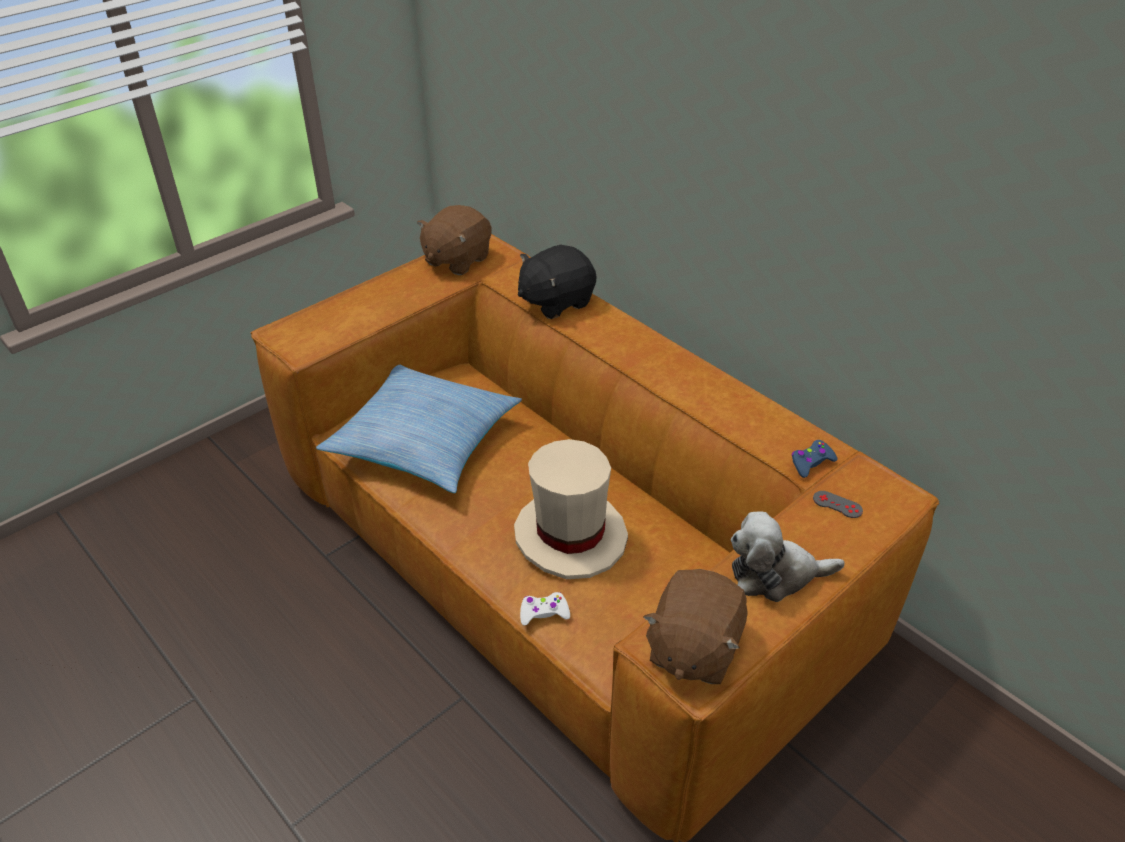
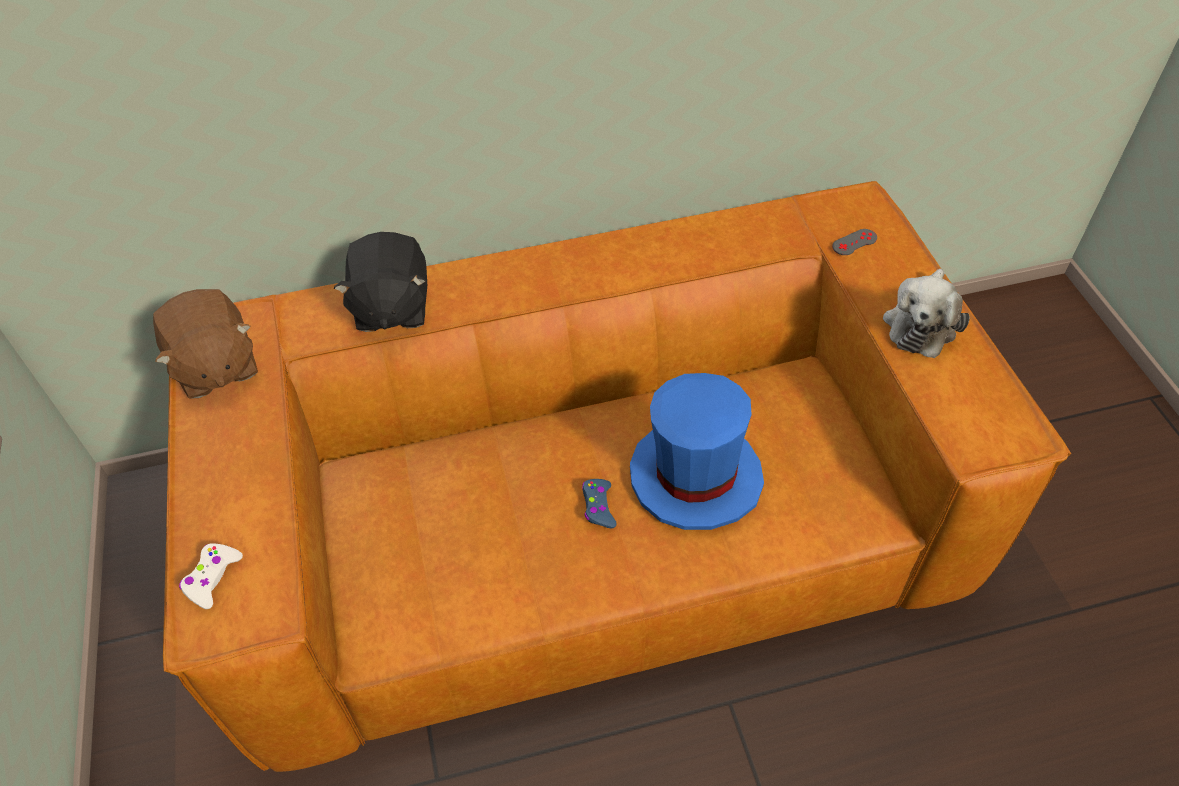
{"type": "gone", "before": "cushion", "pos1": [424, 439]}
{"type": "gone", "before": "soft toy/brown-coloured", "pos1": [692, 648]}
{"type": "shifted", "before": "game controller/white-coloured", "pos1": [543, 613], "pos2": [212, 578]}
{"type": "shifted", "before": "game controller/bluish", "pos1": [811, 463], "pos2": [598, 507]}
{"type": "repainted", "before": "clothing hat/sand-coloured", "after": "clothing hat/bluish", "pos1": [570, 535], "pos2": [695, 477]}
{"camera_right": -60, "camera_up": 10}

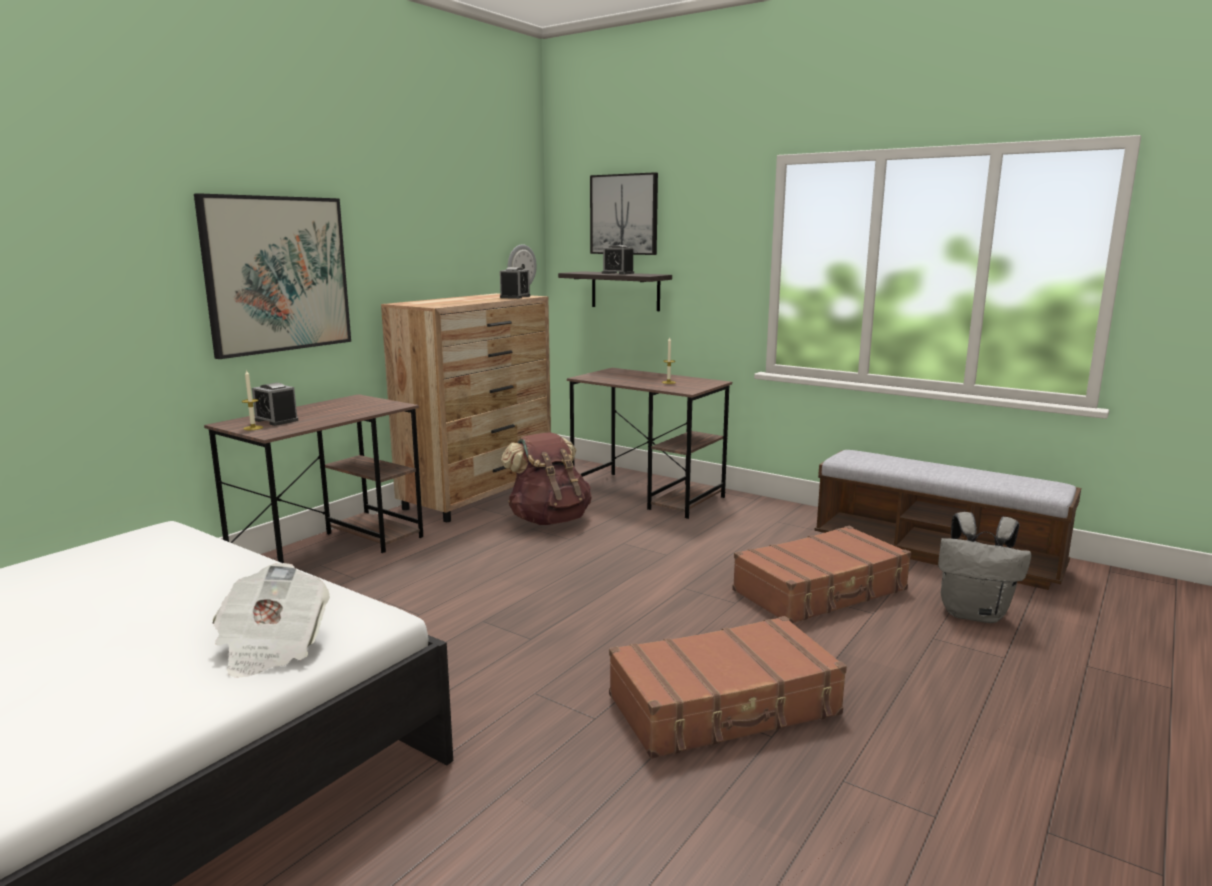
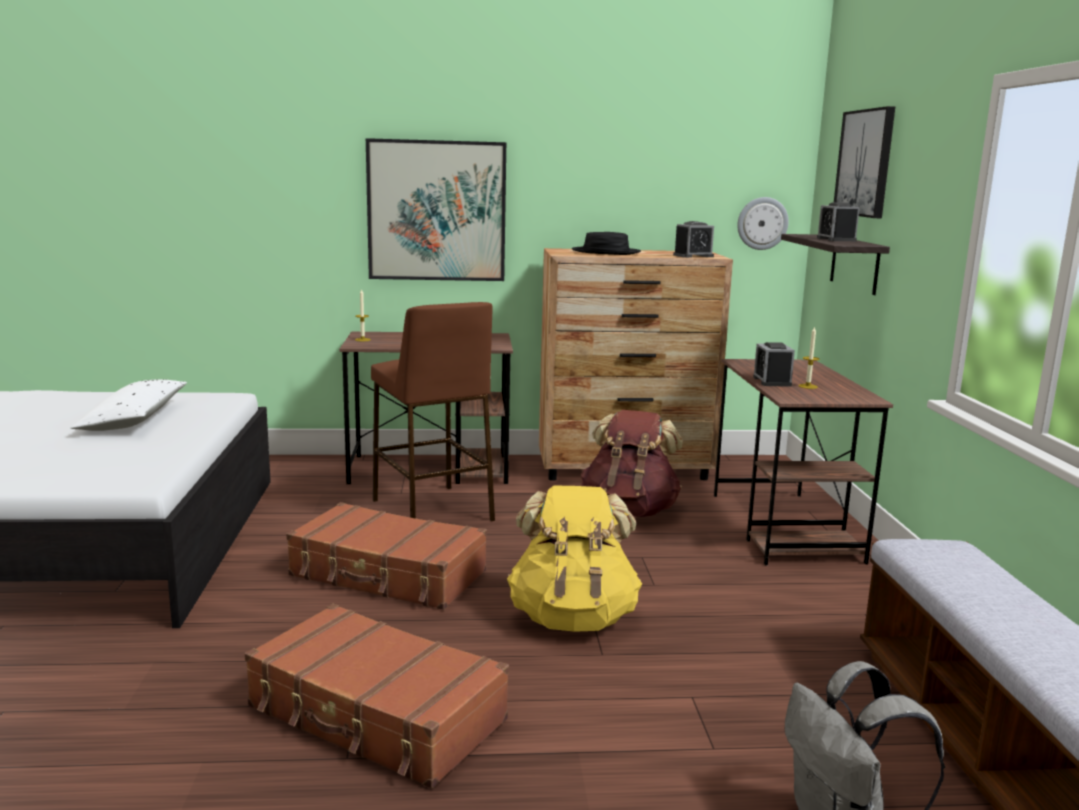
{"type": "gone", "before": "daily paper", "pos1": [272, 647]}
{"type": "new", "after": "cushion/white-coloured", "pos2": [134, 419]}
{"type": "new", "after": "stool seat/brown-coloured", "pos2": [432, 510]}
{"type": "new", "after": "knapsack/yellow-coloured", "pos2": [573, 617]}
{"type": "new", "after": "clothing hat/black", "pos2": [606, 252]}
{"type": "shifted", "before": "bedside clock", "pos1": [276, 420], "pos2": [772, 381]}
{"type": "shifted", "before": "piece of luggage/brown-coloured", "pos1": [821, 591], "pos2": [388, 574]}
{"camera_right": 50, "camera_up": 0}

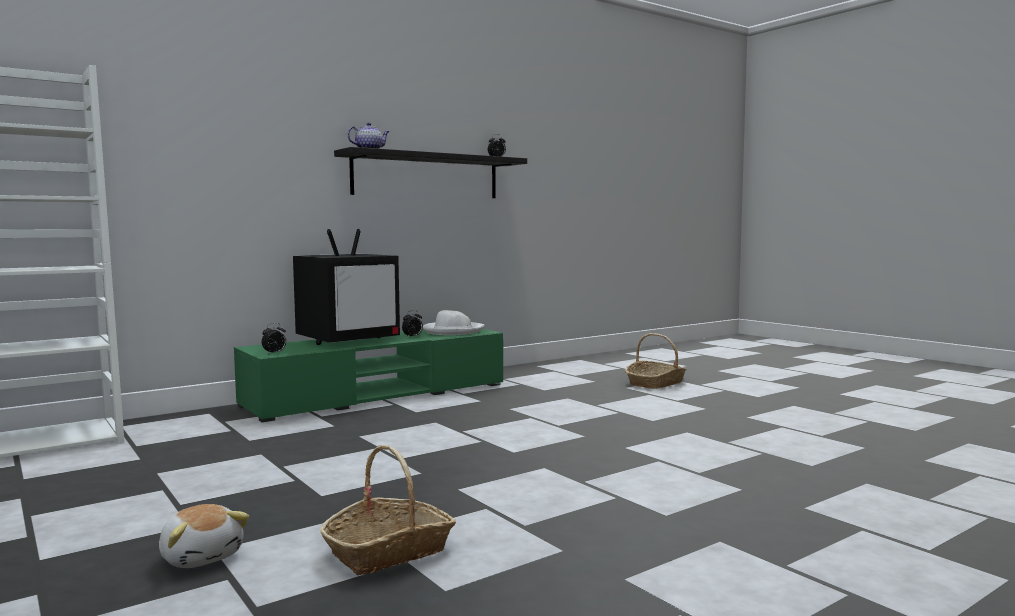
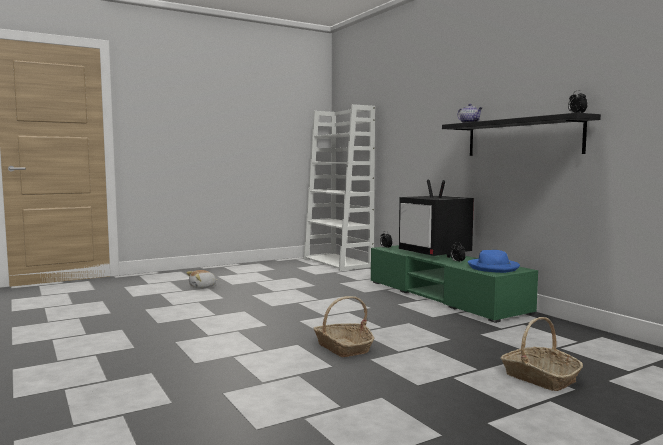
{"type": "shifted", "before": "basket", "pos1": [389, 551], "pos2": [343, 347]}
{"type": "repainted", "before": "clothing hat/white-coloured", "after": "clothing hat/bluish", "pos1": [452, 331], "pos2": [493, 268]}
{"camera_right": 95, "camera_up": 0}

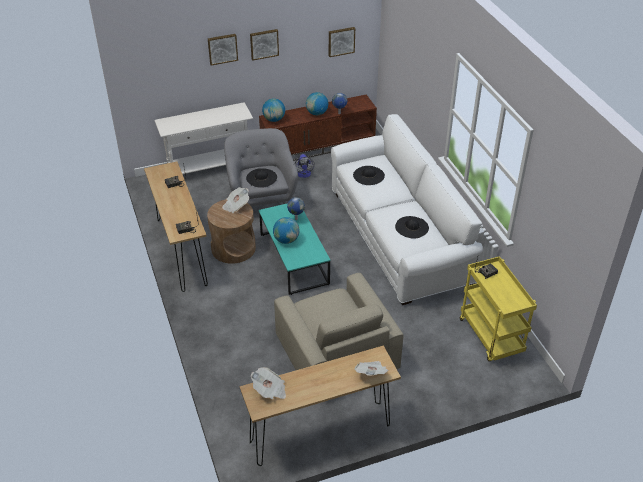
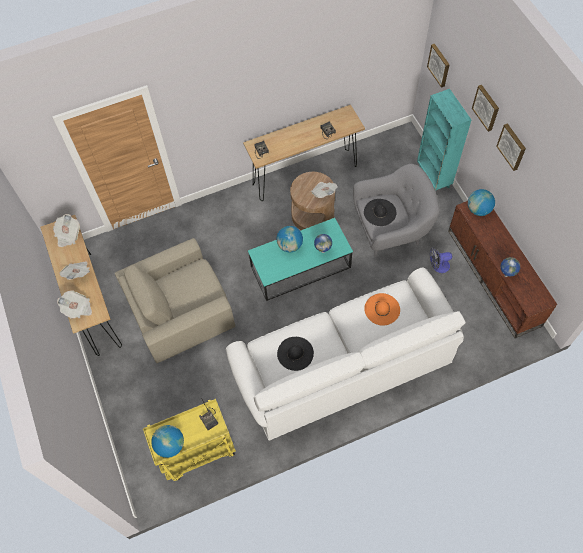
{"type": "new", "after": "daily paper", "pos2": [78, 273]}
{"type": "shifted", "before": "desk globe", "pos1": [317, 113], "pos2": [170, 445]}
{"type": "shifted", "before": "wall art", "pos1": [341, 41], "pos2": [439, 65]}
{"type": "swapped", "before": "console table/white-coloured", "after": "bookcase/turquoise", "pos1": [209, 169], "pos2": [433, 179]}
{"type": "repainted", "before": "clothing hat/black", "after": "clothing hat/orange", "pos1": [368, 175], "pos2": [382, 309]}
{"camera_right": 90, "camera_up": 20}

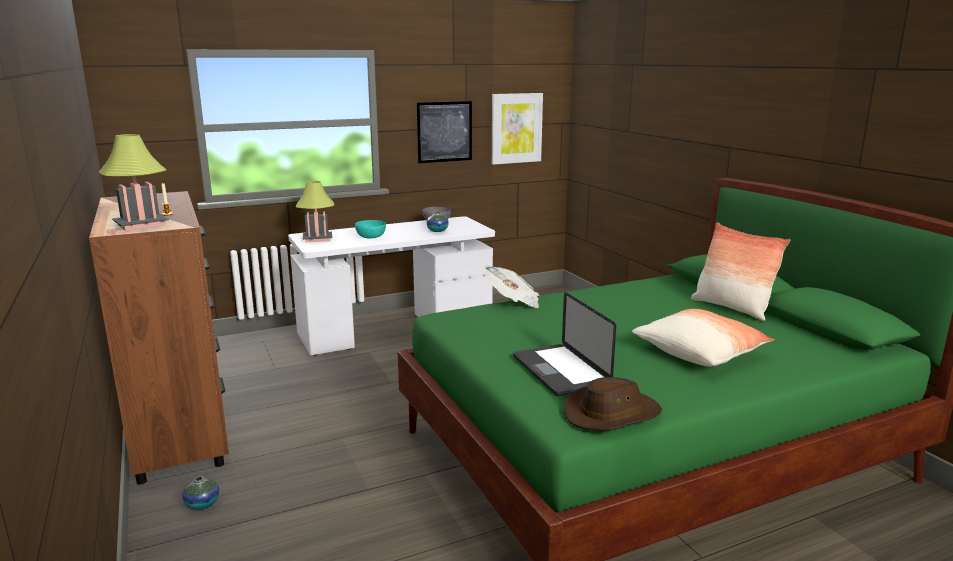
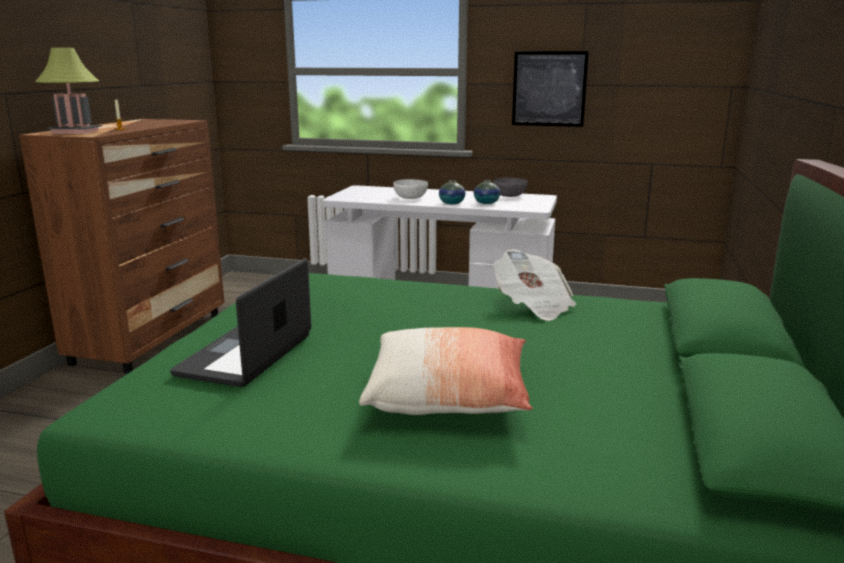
{"type": "gone", "before": "table lamp", "pos1": [317, 239]}
{"type": "gone", "before": "wall art", "pos1": [516, 128]}
{"type": "gone", "before": "clothing hat/brown-coloured", "pos1": [611, 413]}
{"type": "gone", "before": "cushion", "pos1": [731, 308]}
{"type": "shifted", "before": "vase", "pos1": [202, 504], "pos2": [451, 203]}
{"type": "shifted", "before": "daily paper", "pos1": [513, 301], "pos2": [533, 306]}
{"type": "repainted", "before": "serving bowl/turquoise", "after": "serving bowl/white-coloured", "pos1": [371, 236], "pos2": [411, 197]}
{"camera_right": 40, "camera_up": 0}

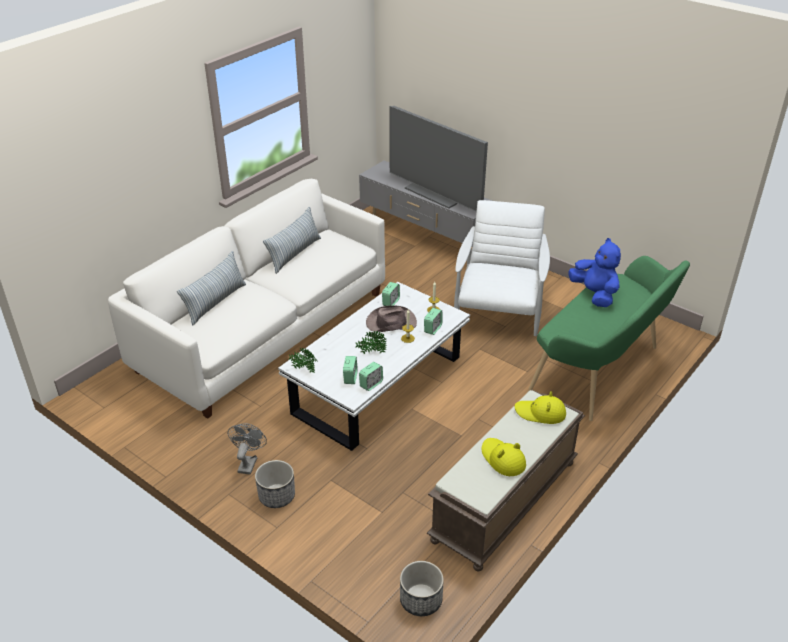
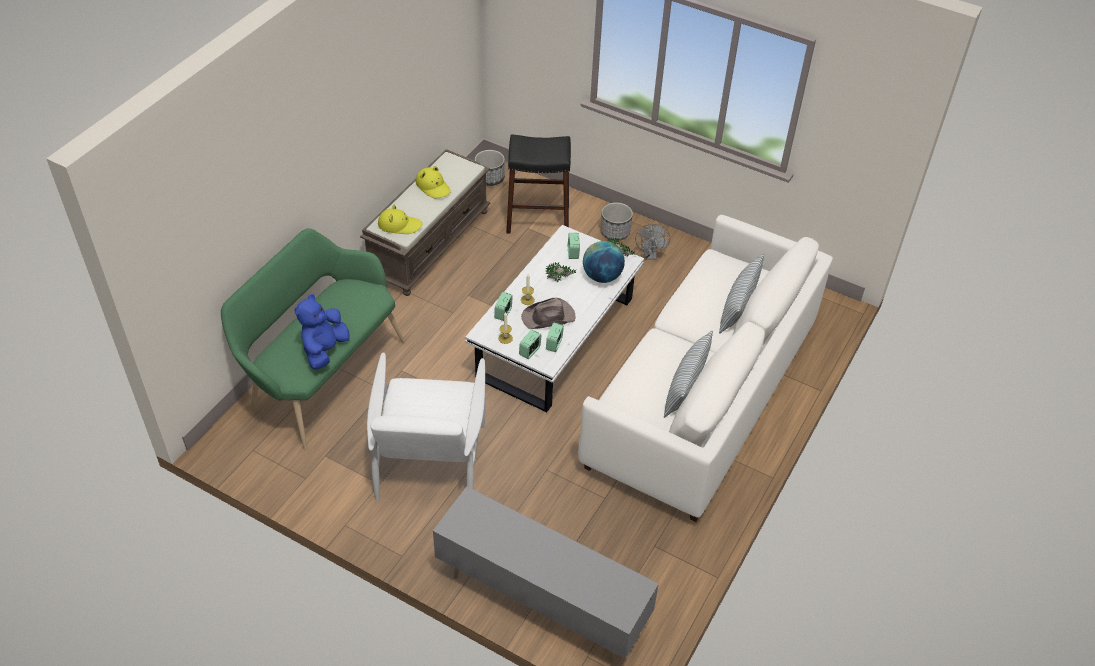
{"type": "gone", "before": "TV", "pos1": [436, 193]}
{"type": "new", "after": "stool seat/black", "pos2": [538, 219]}
{"type": "new", "after": "desk globe", "pos2": [602, 276]}
{"type": "shifted", "before": "bedside clock", "pos1": [371, 384], "pos2": [530, 351]}
{"type": "rotated", "before": "soft toy/bluish", "pos1": [594, 294], "pos2": [324, 350], "turn": 60}
{"camera_right": 170, "camera_up": 10}

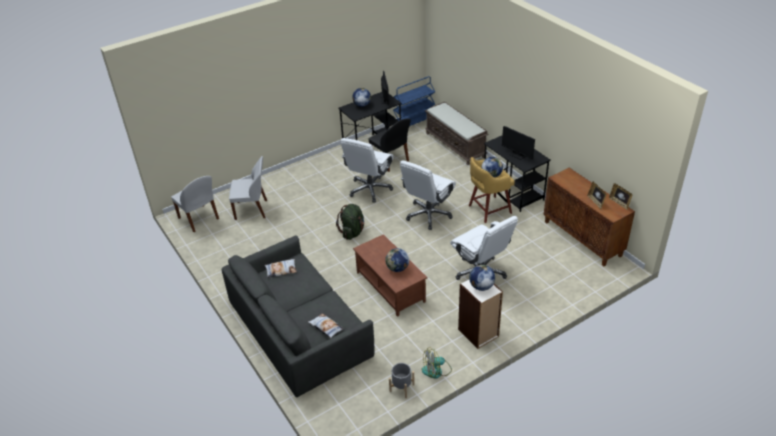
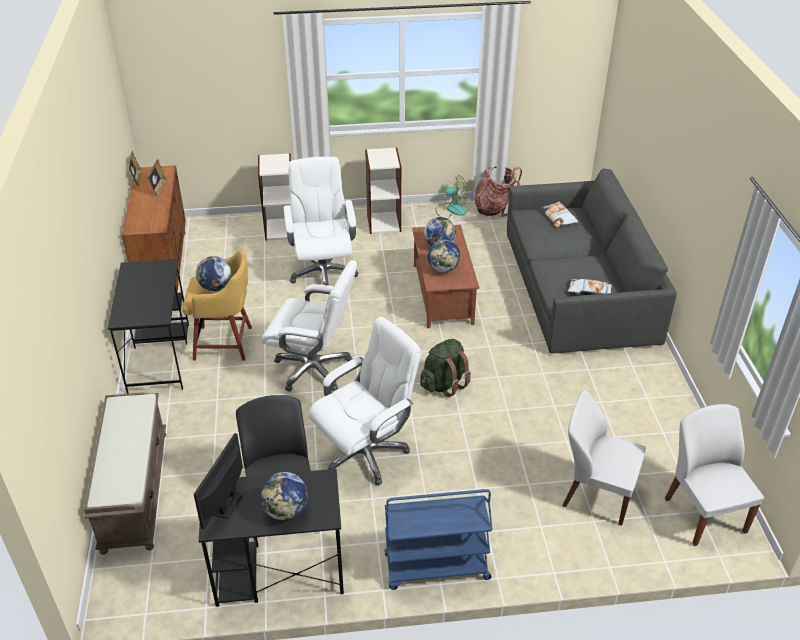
{"type": "gone", "before": "monitor", "pos1": [517, 155]}
{"type": "new", "after": "bookcase", "pos2": [281, 229]}
{"type": "shifted", "before": "wheeled cart/bluish", "pos1": [414, 122], "pos2": [436, 568]}
{"type": "shifted", "before": "desk globe", "pos1": [481, 286], "pos2": [443, 269]}
{"type": "swapped", "before": "plant pot/greyish", "after": "knapsack", "pos1": [402, 388], "pos2": [494, 208]}
{"type": "rotated", "before": "computer chair/white-coloured", "pos1": [428, 215], "pos2": [314, 368], "turn": 45}
{"camera_right": -155, "camera_up": 0}

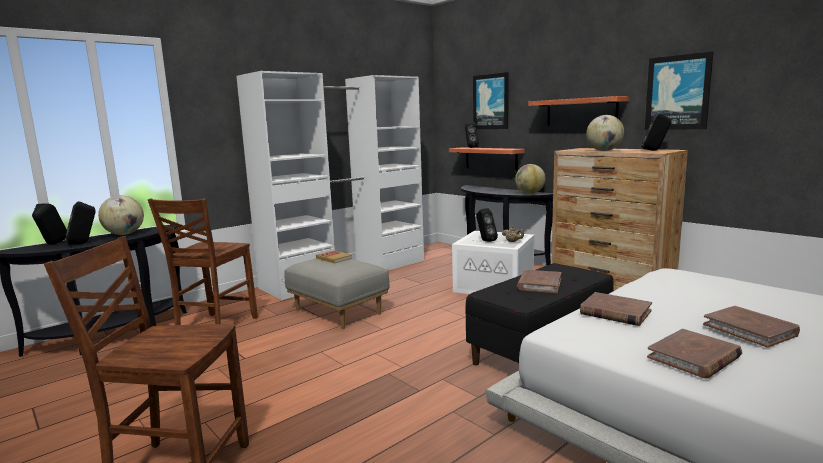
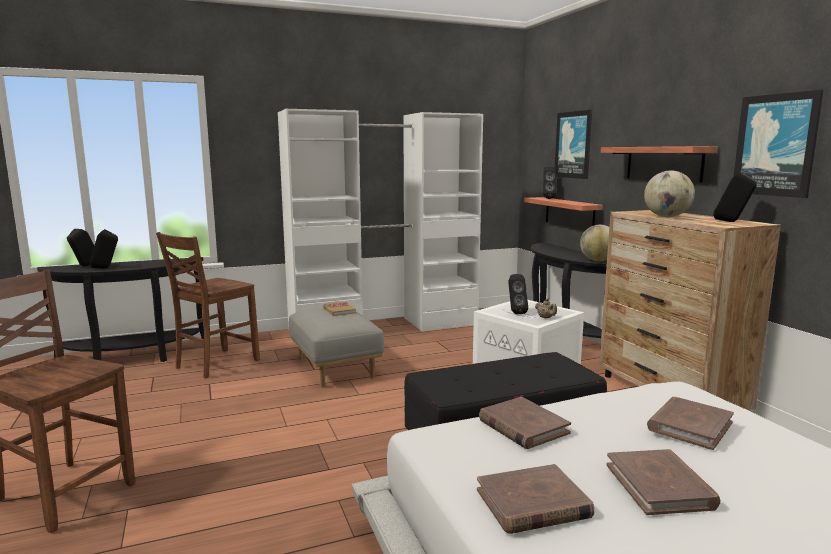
{"type": "gone", "before": "desk globe", "pos1": [124, 234]}
{"type": "shifted", "before": "book/brown-coloured", "pos1": [539, 284], "pos2": [689, 426]}
{"camera_right": 20, "camera_up": 0}

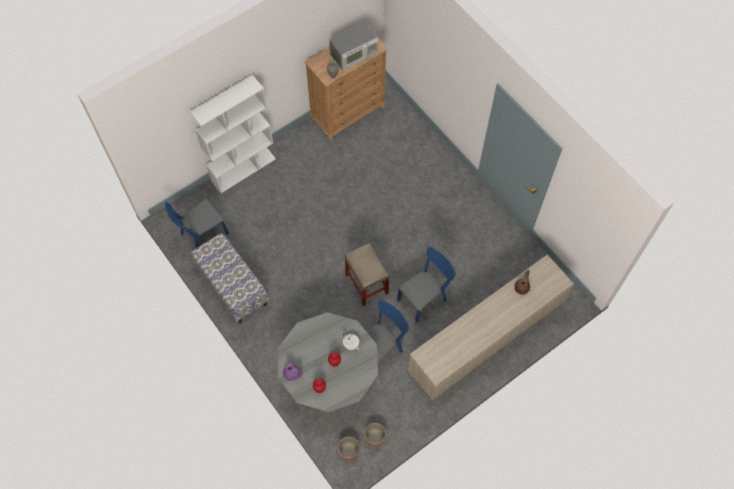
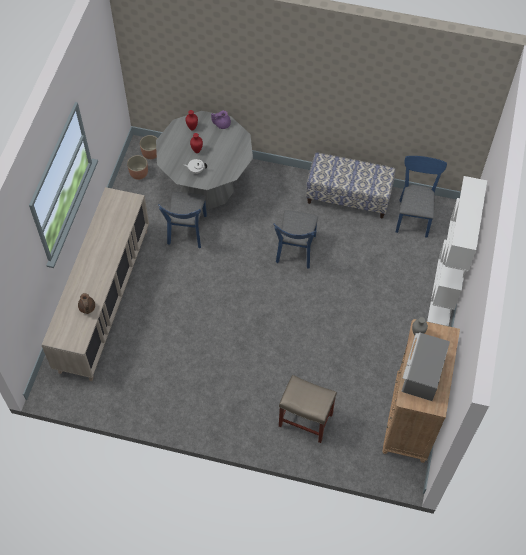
{"type": "shifted", "before": "stool seat/sand-coloured", "pos1": [367, 284], "pos2": [305, 420]}
{"type": "shifted", "before": "upright chair/bluish", "pos1": [424, 298], "pos2": [295, 252]}
{"camera_right": 140, "camera_up": -5}

